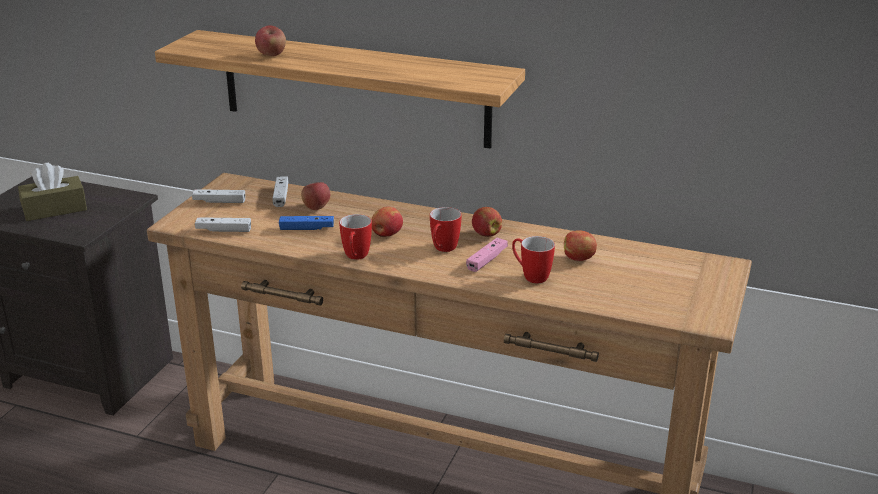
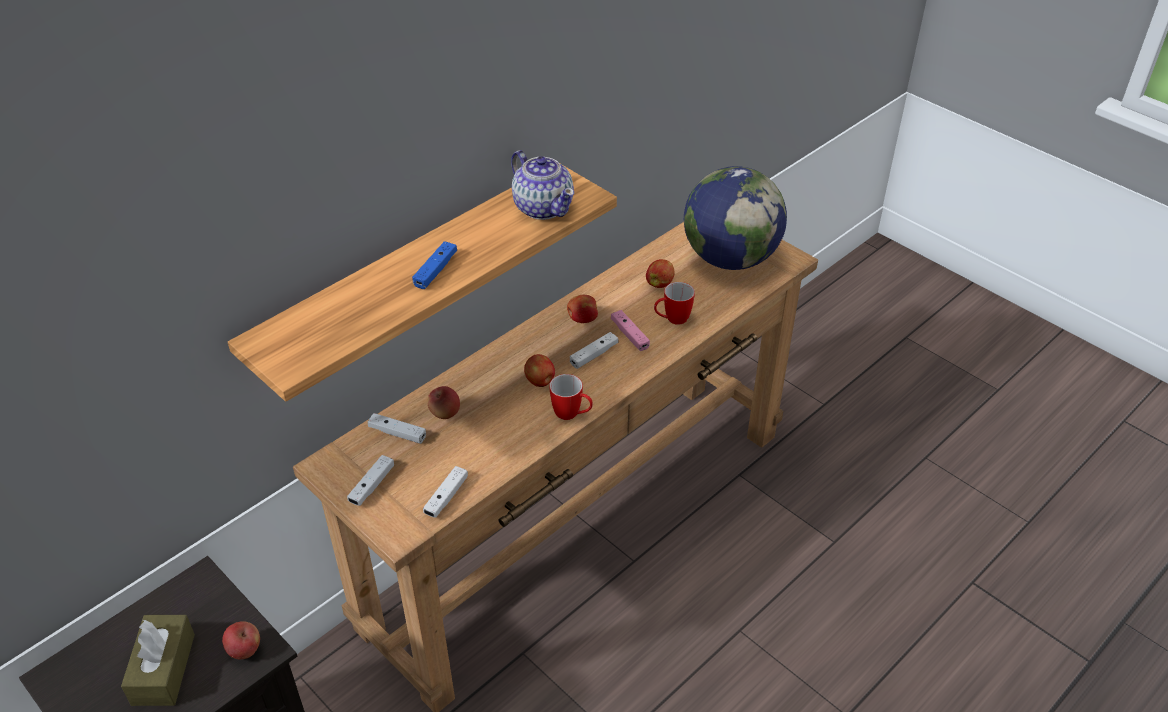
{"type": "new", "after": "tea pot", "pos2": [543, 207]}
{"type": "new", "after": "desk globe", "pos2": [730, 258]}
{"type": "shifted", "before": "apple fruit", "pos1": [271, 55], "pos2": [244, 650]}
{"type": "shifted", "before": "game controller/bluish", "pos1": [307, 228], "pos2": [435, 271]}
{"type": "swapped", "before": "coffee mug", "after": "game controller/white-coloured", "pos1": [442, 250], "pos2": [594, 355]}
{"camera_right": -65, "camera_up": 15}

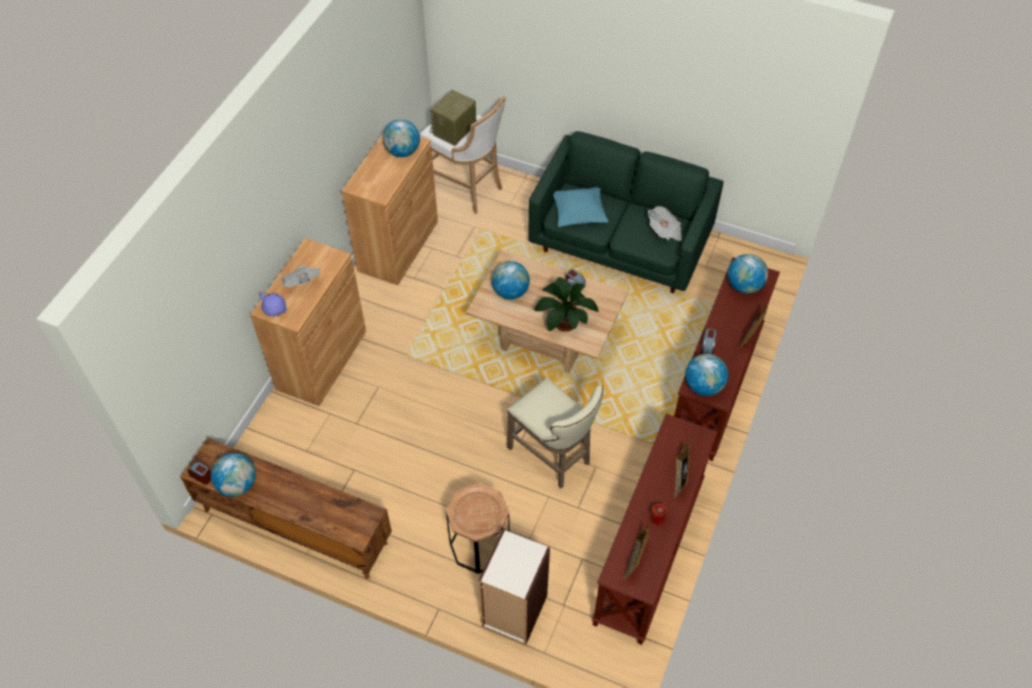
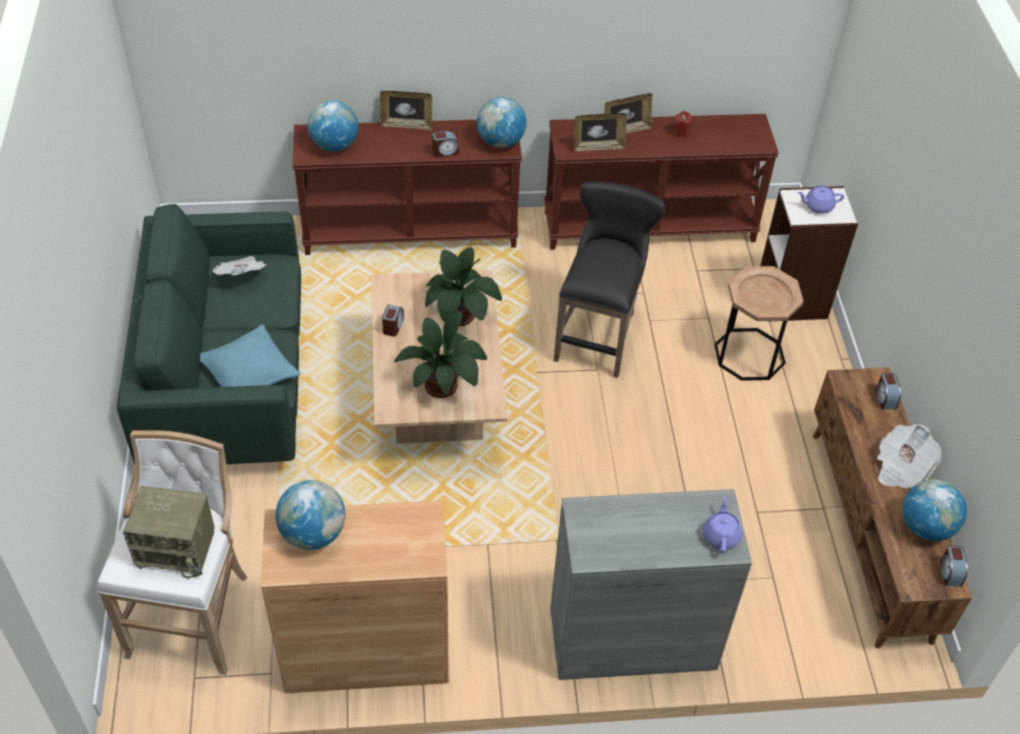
{"type": "new", "after": "tea pot/purple", "pos2": [817, 206]}
{"type": "new", "after": "bedside clock", "pos2": [885, 398]}
{"type": "shifted", "before": "daily paper", "pos1": [302, 282], "pos2": [901, 467]}
{"type": "shifted", "before": "standing frame", "pos1": [634, 560], "pos2": [598, 147]}
{"type": "swapped", "before": "desk globe", "after": "plant in a pot", "pos1": [510, 292], "pos2": [444, 385]}
{"type": "repainted", "before": "cupboard/brown-coloured", "after": "cupboard/greyish", "pos1": [321, 360], "pos2": [632, 639]}
{"type": "repainted", "before": "stool seat/sand-coloured", "after": "stool seat/black", "pos1": [553, 457], "pos2": [599, 334]}
{"camera_right": -120, "camera_up": -5}

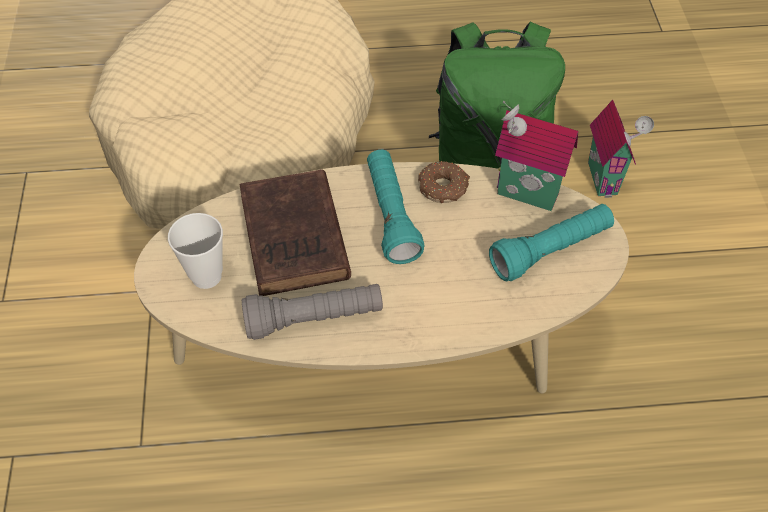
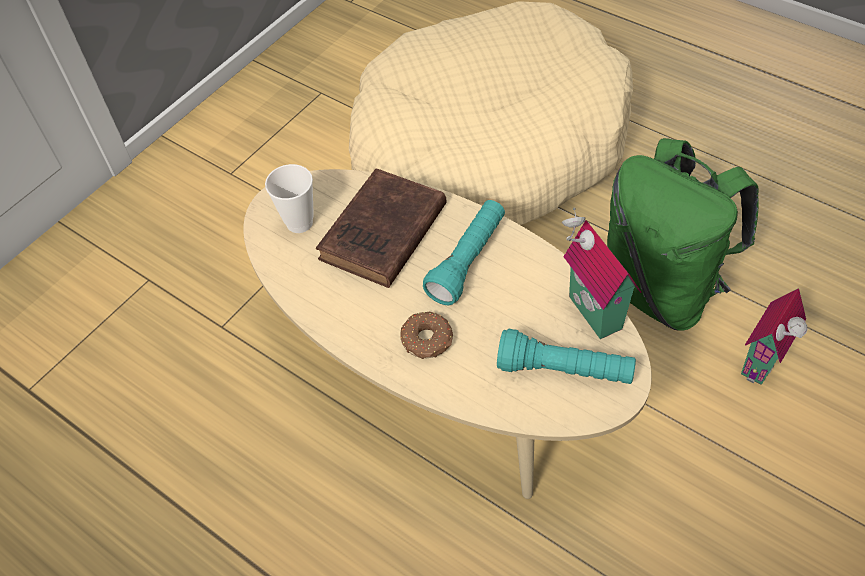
{"type": "gone", "before": "flashlight/greyish", "pos1": [314, 319]}
{"type": "shifted", "before": "donut", "pos1": [443, 187], "pos2": [427, 340]}
{"camera_right": 45, "camera_up": 0}

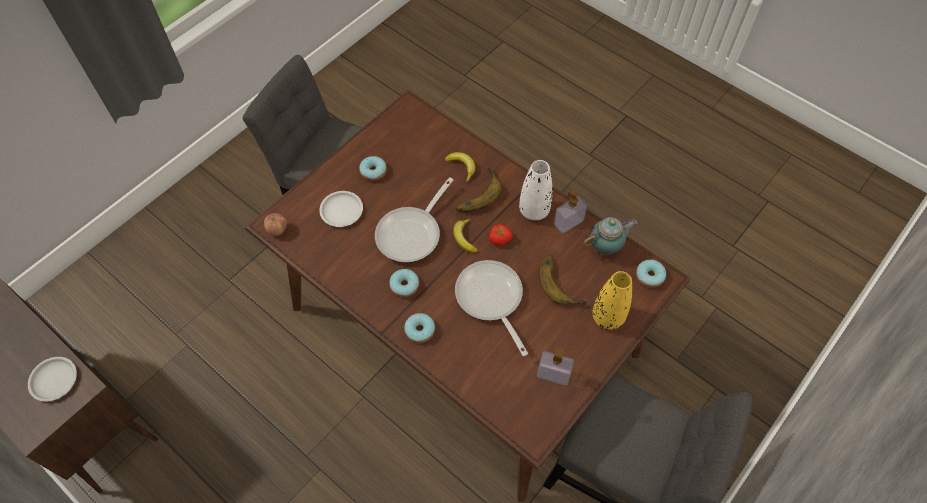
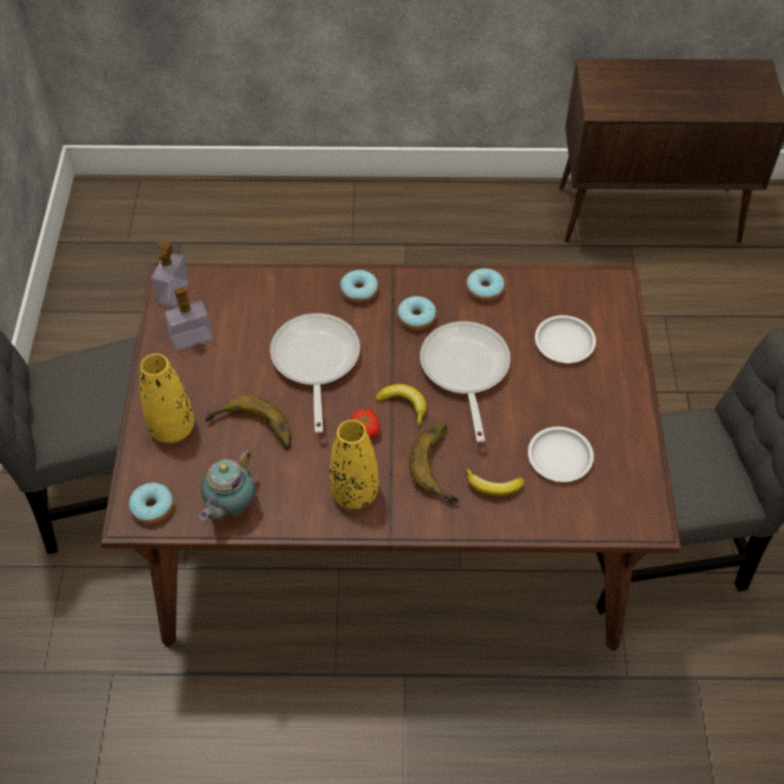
{"type": "gone", "before": "apple fruit", "pos1": [277, 229]}
{"type": "shifted", "before": "flat dish/white-coloured", "pos1": [54, 380], "pos2": [560, 457]}
{"type": "shifted", "before": "donut", "pos1": [373, 171], "pos2": [484, 290]}
{"type": "shifted", "before": "soap bottle", "pos1": [568, 222], "pos2": [173, 292]}
{"type": "repainted", "before": "vase/white-coloured", "after": "vase/yellow-coloured", "pos1": [534, 210], "pos2": [354, 493]}
{"type": "rotated", "before": "skillet", "pos1": [491, 300], "pos2": [315, 363], "turn": -120}
{"camera_right": 140, "camera_up": -5}

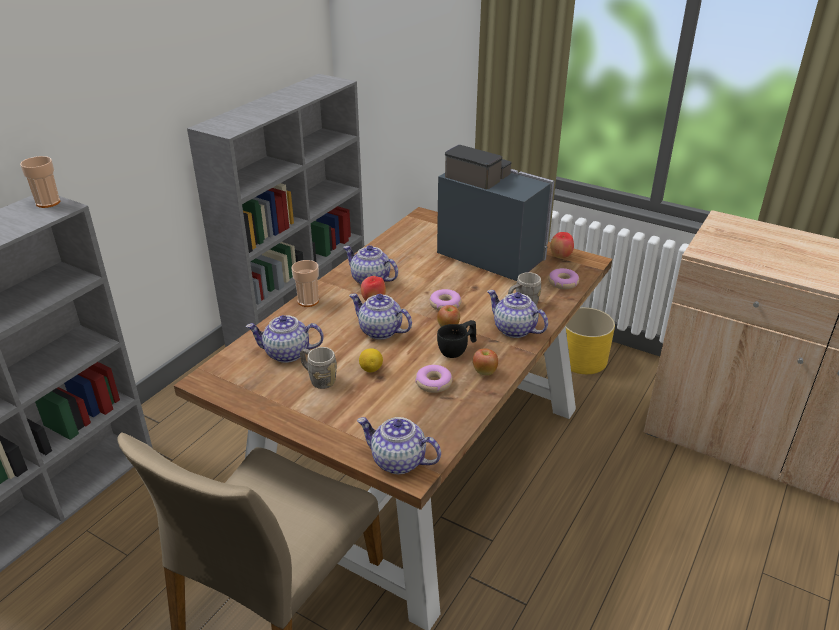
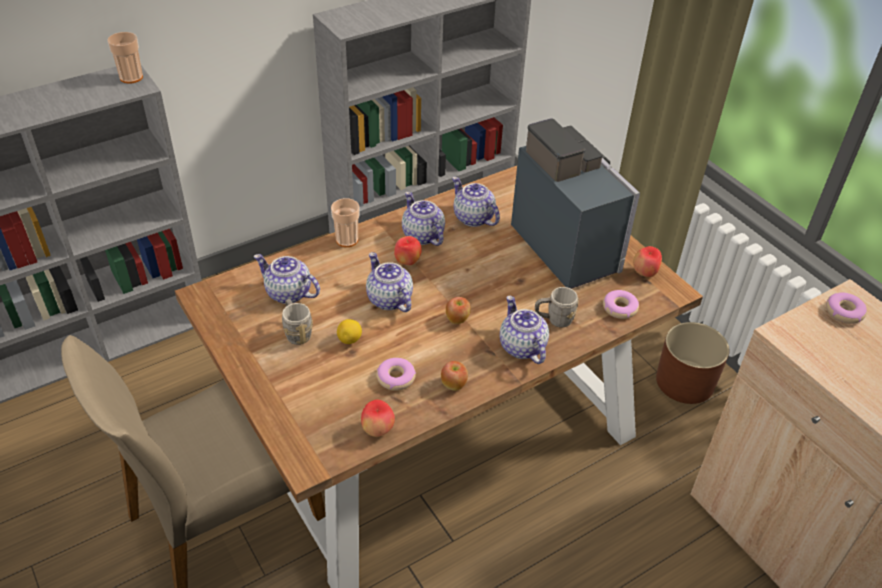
{"type": "gone", "before": "cup/black", "pos1": [458, 349]}
{"type": "new", "after": "apple fruit", "pos2": [378, 430]}
{"type": "shifted", "before": "tea pot", "pos1": [397, 461], "pos2": [473, 218]}
{"type": "shifted", "before": "donut", "pos1": [445, 304], "pos2": [843, 312]}
{"type": "repainted", "before": "plant pot/yellow-coloured", "after": "plant pot/brown-coloured", "pos1": [582, 359], "pos2": [685, 381]}
{"camera_right": 25, "camera_up": 10}

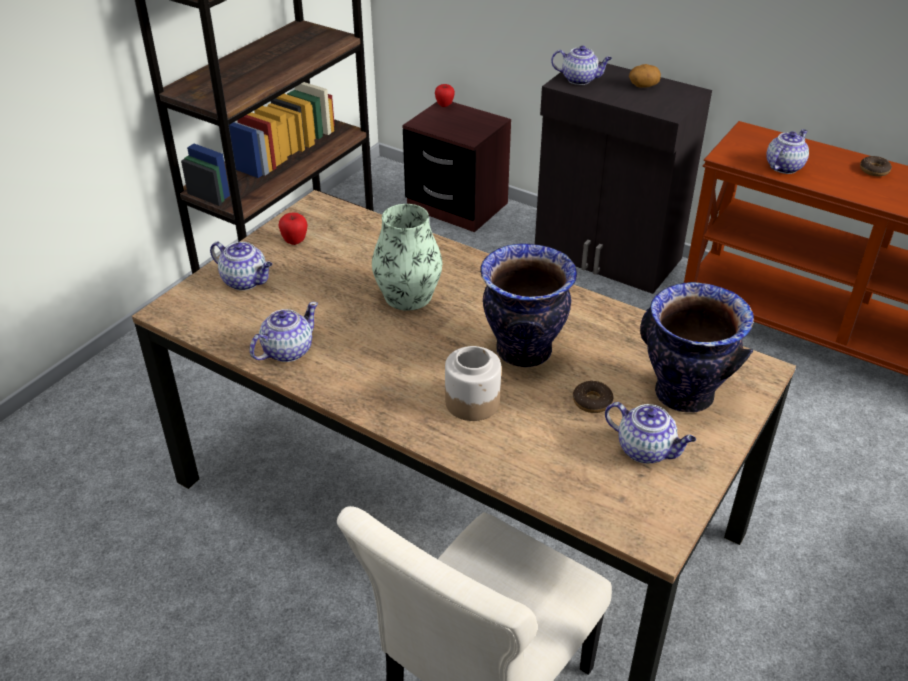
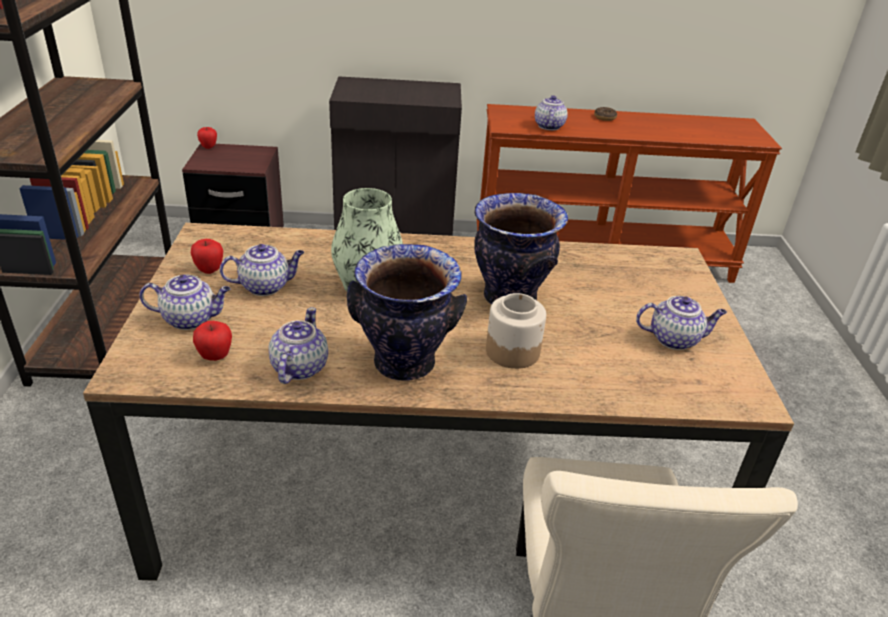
{"type": "gone", "before": "donut", "pos1": [592, 401]}
{"type": "gone", "before": "spud", "pos1": [643, 86]}
{"type": "new", "after": "apple fruit", "pos2": [215, 357]}
{"type": "shifted", "before": "tea pot", "pos1": [580, 79], "pos2": [266, 286]}
{"type": "shifted", "before": "vase", "pos1": [683, 395], "pos2": [404, 364]}
{"camera_right": -35, "camera_up": -5}

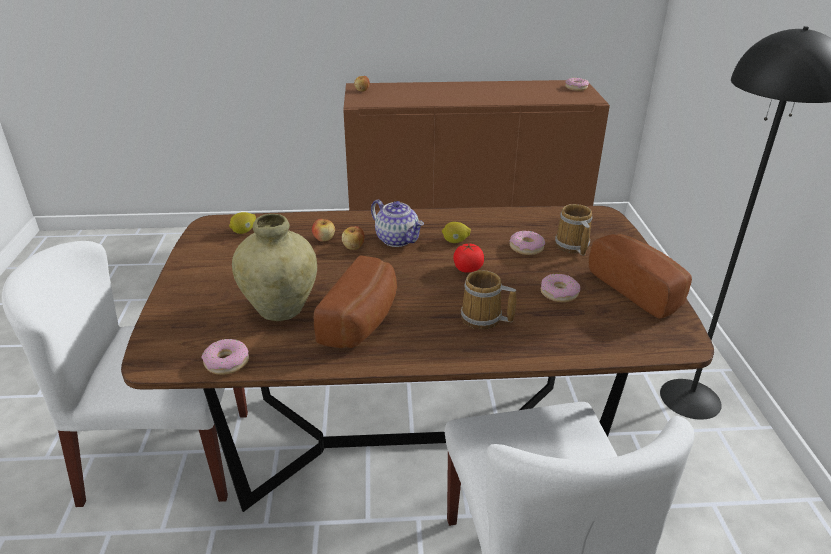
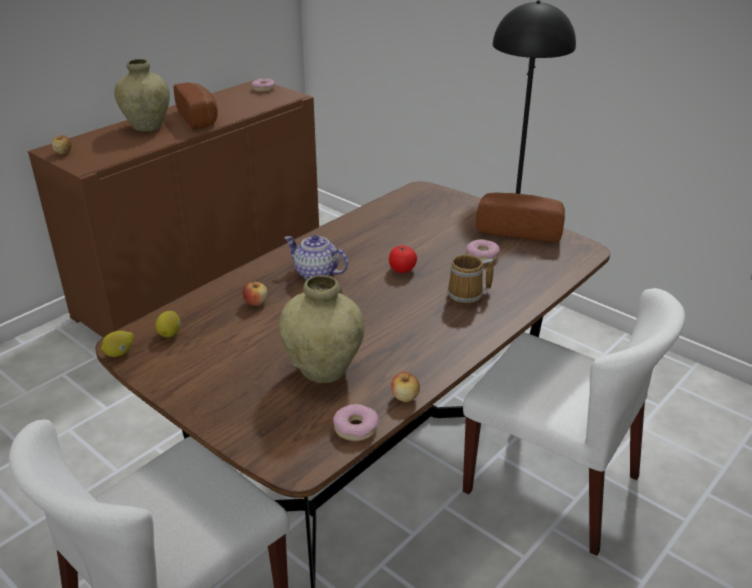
{"type": "gone", "before": "donut", "pos1": [526, 248]}
{"type": "gone", "before": "coffee mug", "pos1": [571, 246]}
{"type": "new", "after": "vase/sand-coloured", "pos2": [147, 126]}
{"type": "shifted", "before": "bakery bread", "pos1": [364, 321], "pos2": [200, 118]}
{"type": "shifted", "before": "apple fruit", "pos1": [353, 247], "pos2": [405, 397]}
{"type": "shifted", "before": "whole lemon", "pos1": [455, 241], "pos2": [120, 353]}
{"type": "rotated", "before": "tea pot", "pos1": [398, 239], "pos2": [315, 274], "turn": -150}
{"camera_right": -45, "camera_up": 0}

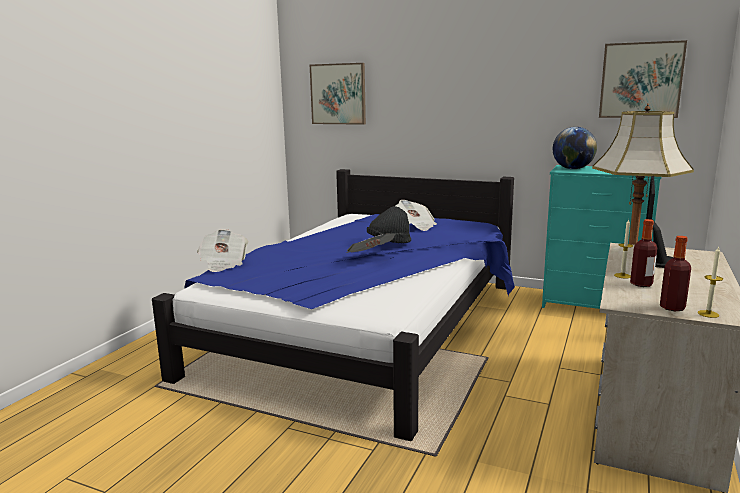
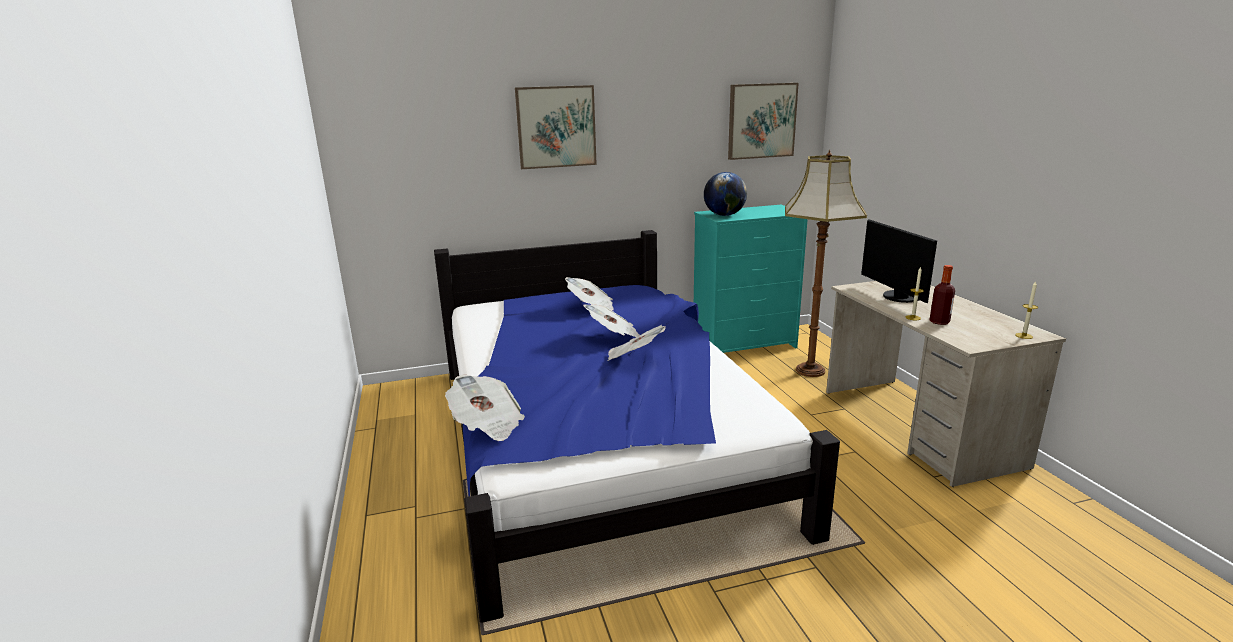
{"type": "gone", "before": "beverage bottle", "pos1": [672, 307]}
{"type": "shifted", "before": "wall art", "pos1": [338, 94], "pos2": [556, 127]}
{"type": "swapped", "before": "clothing hat/black", "after": "daily paper", "pos1": [389, 243], "pos2": [614, 335]}
{"camera_right": -40, "camera_up": 5}

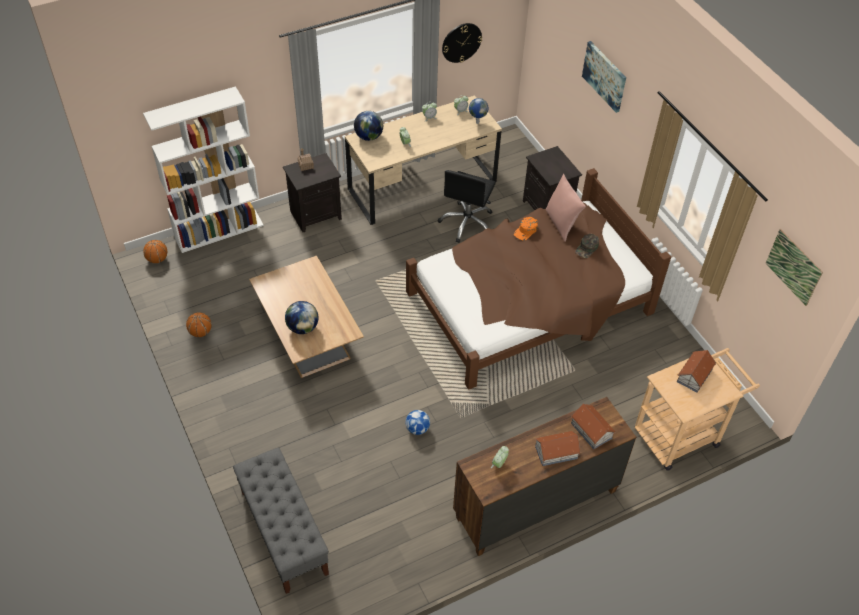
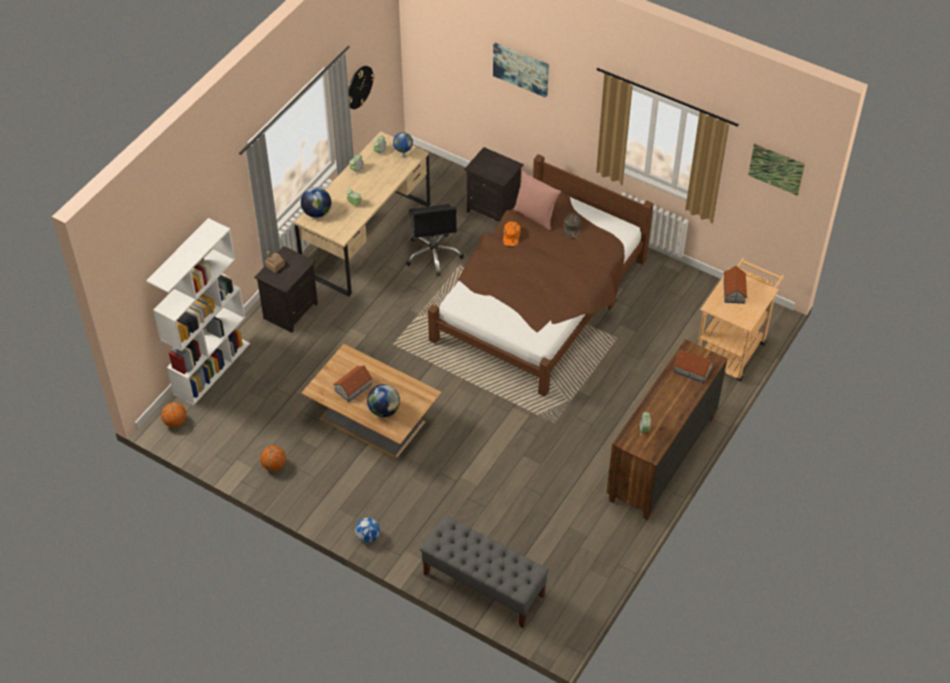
{"type": "shifted", "before": "football", "pos1": [417, 429], "pos2": [368, 536]}
{"type": "shifted", "before": "model house", "pos1": [555, 452], "pos2": [353, 387]}
{"camera_right": -30, "camera_up": 0}

